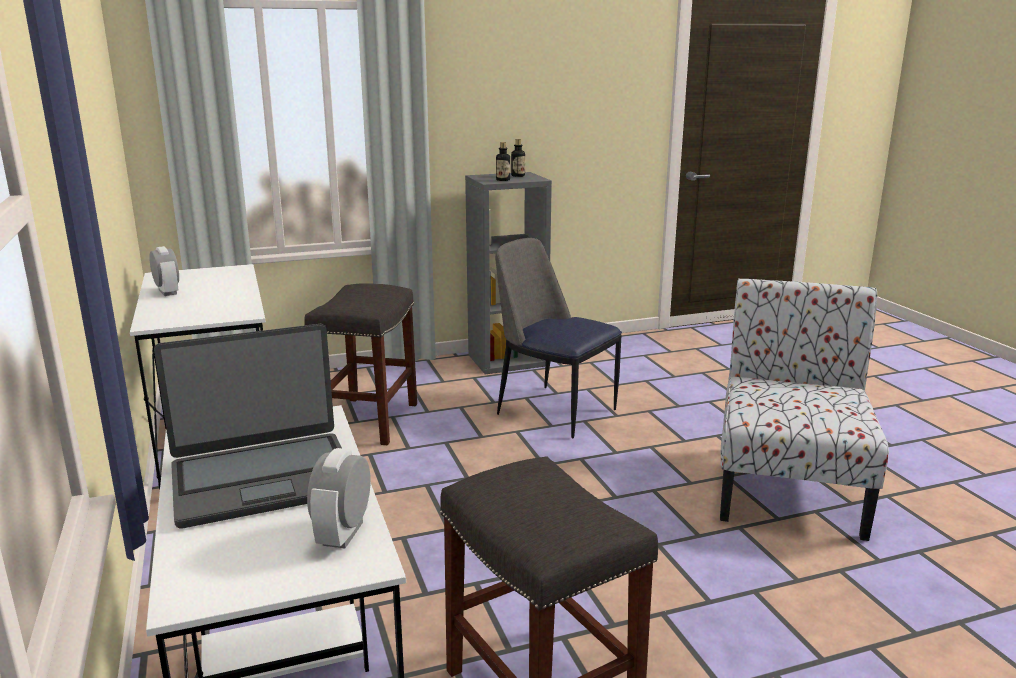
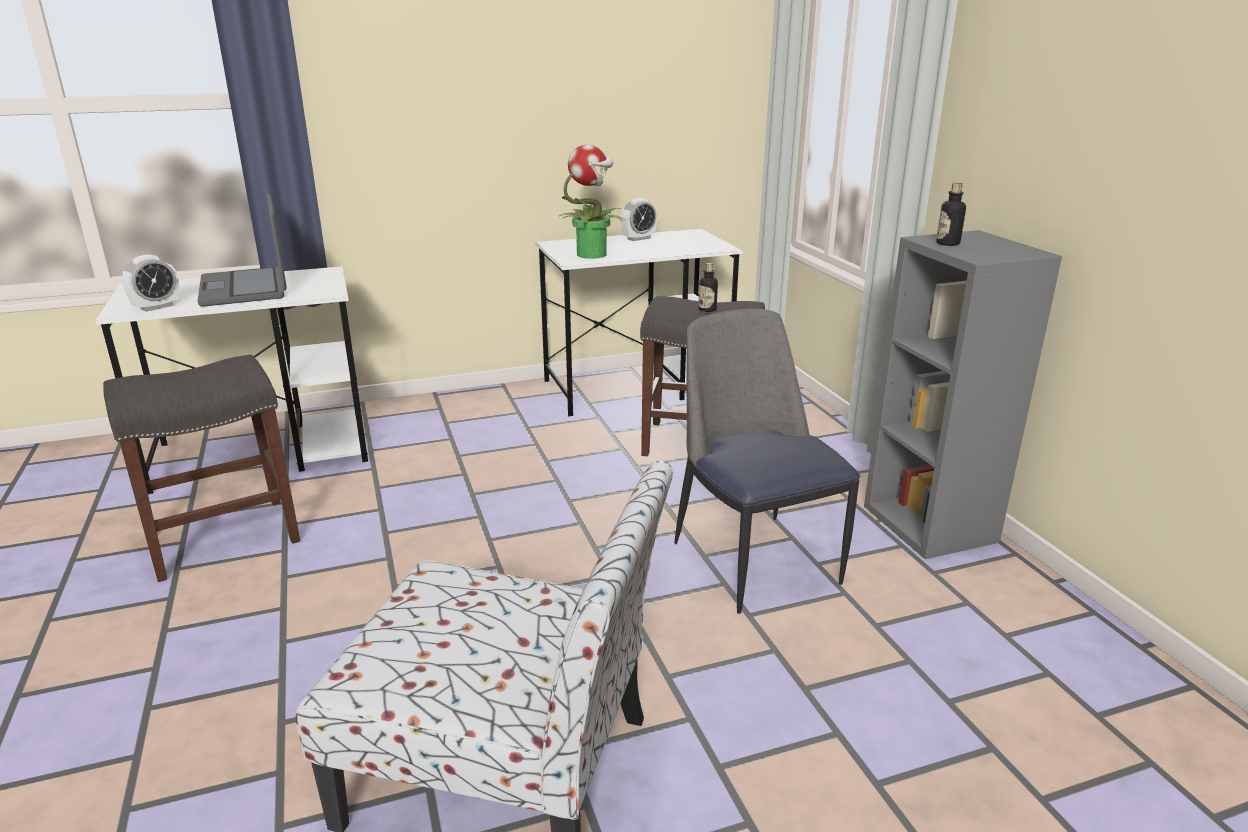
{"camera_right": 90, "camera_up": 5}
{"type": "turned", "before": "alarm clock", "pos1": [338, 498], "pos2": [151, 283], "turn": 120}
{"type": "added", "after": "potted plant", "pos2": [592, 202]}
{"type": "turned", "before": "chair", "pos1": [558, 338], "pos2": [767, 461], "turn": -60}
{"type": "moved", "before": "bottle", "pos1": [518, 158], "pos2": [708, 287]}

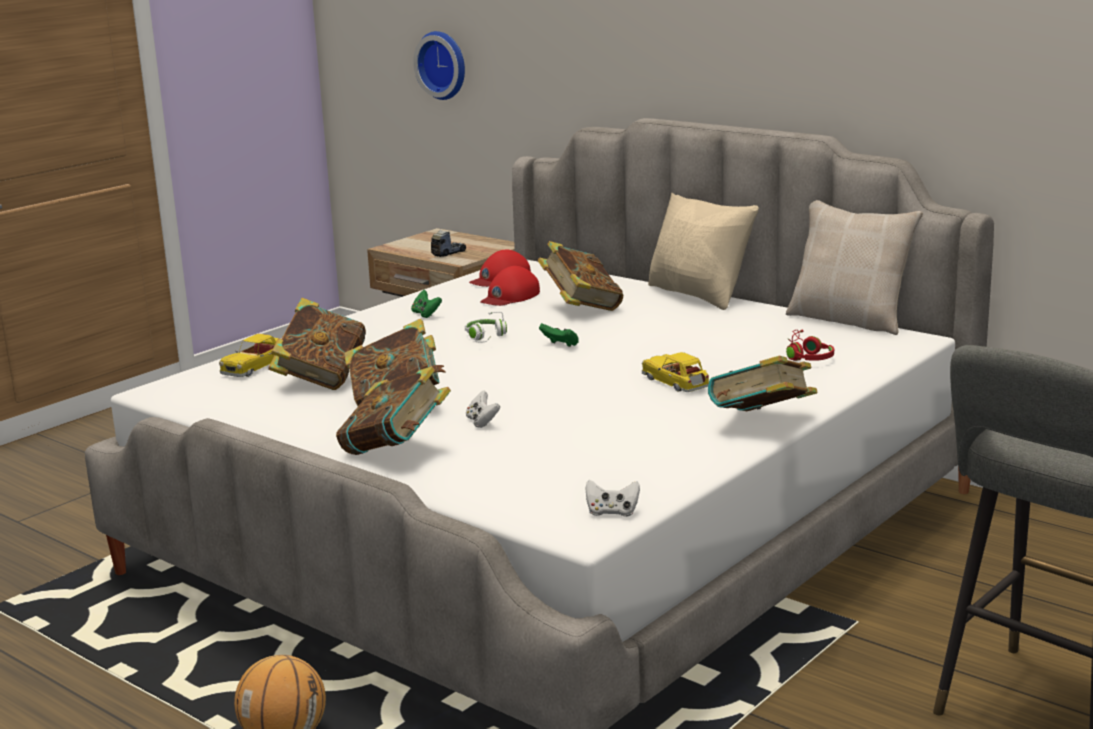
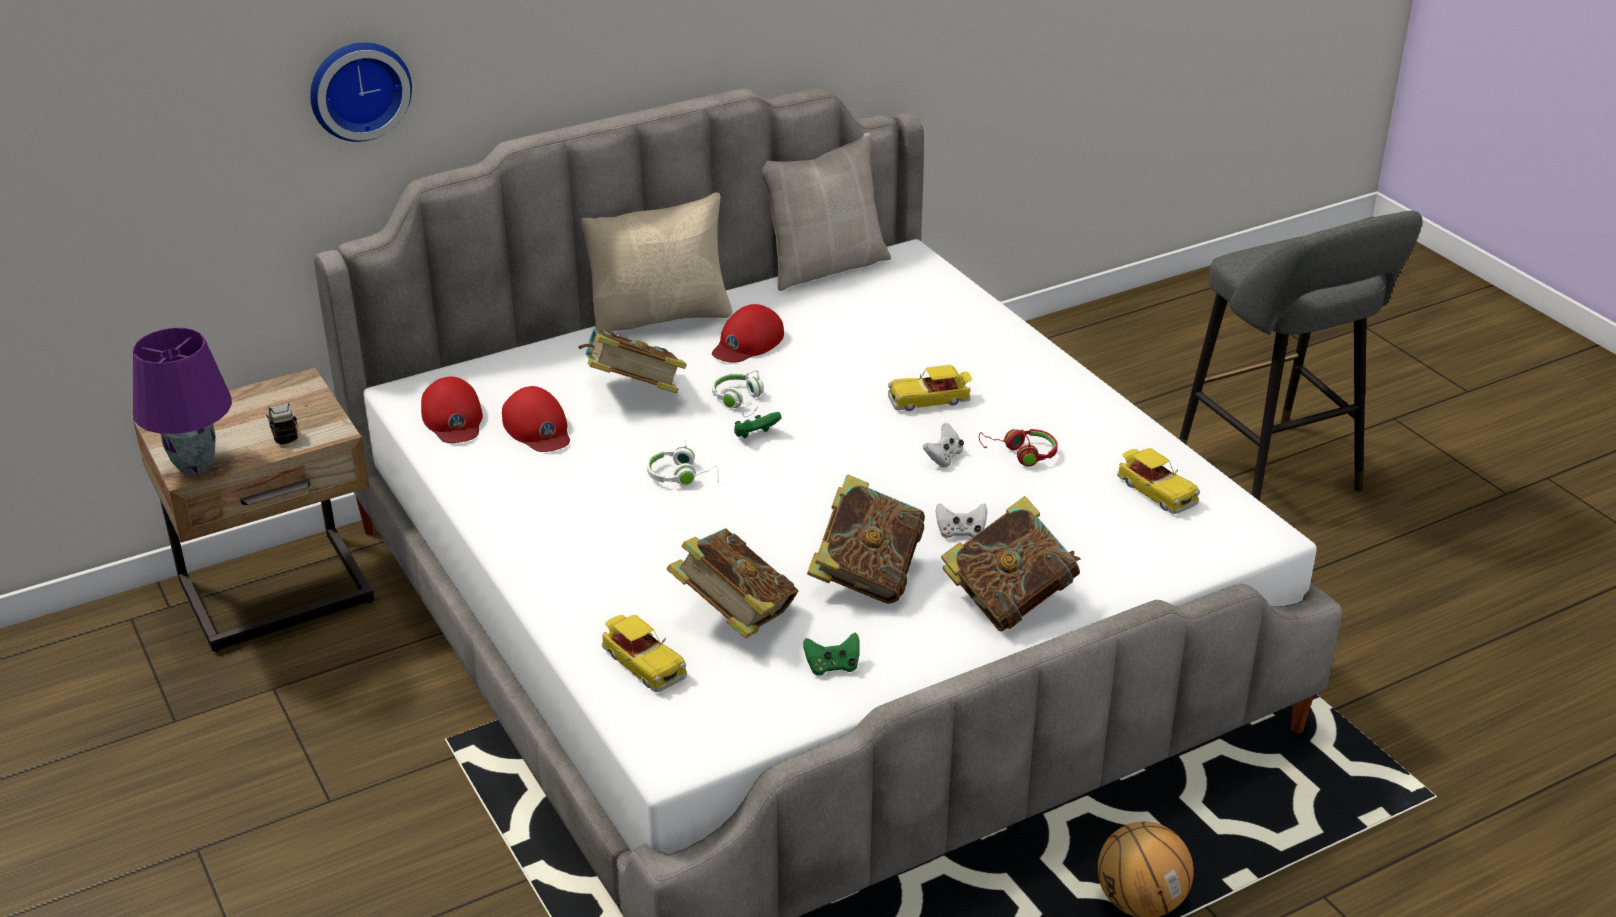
{"camera_right": -70, "camera_up": 15}
{"type": "added", "after": "table lamp (purple)", "pos2": [182, 401]}
{"type": "moved", "before": "wall clock", "pos1": [439, 65], "pos2": [361, 92]}
{"type": "added", "after": "cap (red)", "pos2": [748, 333]}
{"type": "added", "after": "headphones (white)", "pos2": [738, 393]}
{"type": "moved", "before": "game controller (green)", "pos1": [426, 304], "pos2": [831, 654]}
{"type": "moved", "before": "game controller (white)", "pos1": [613, 498], "pos2": [943, 445]}
{"type": "moved", "before": "headphones (red)", "pos1": [810, 345], "pos2": [1018, 448]}
{"type": "added", "after": "toy car", "pos2": [1158, 481]}
{"type": "removed", "before": "book", "pos1": [763, 383]}

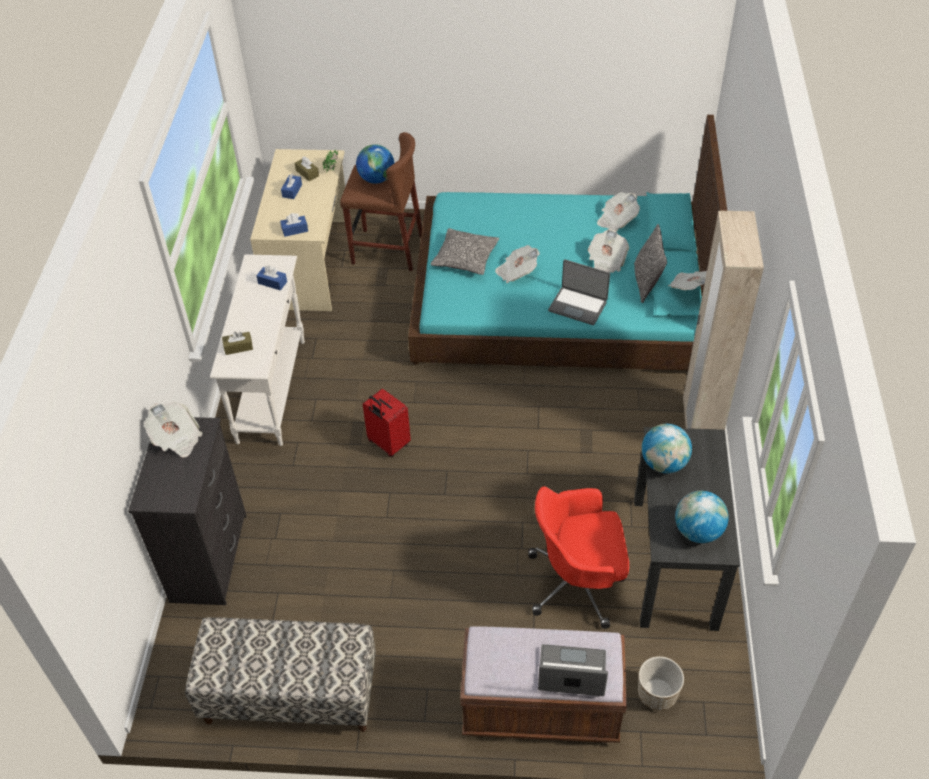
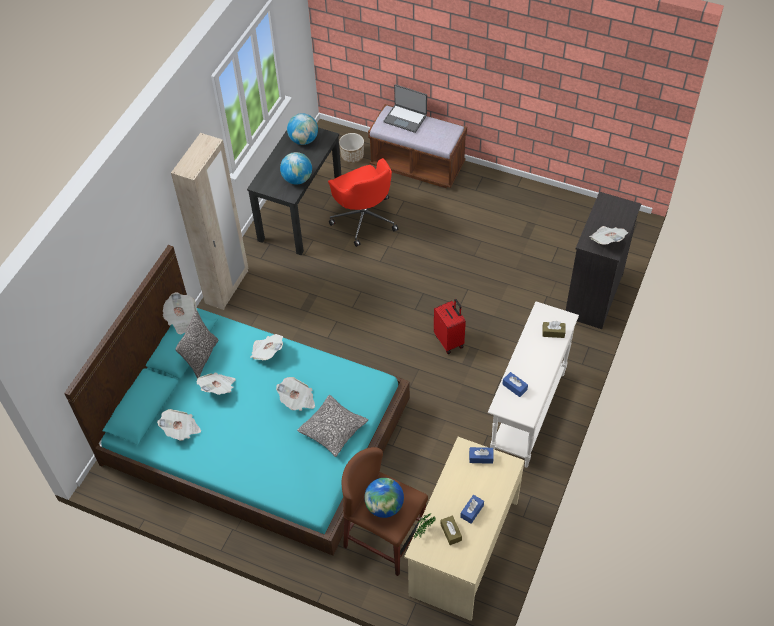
{"camera_right": -160, "camera_up": 5}
{"type": "replaced", "before": "laptop", "after": "newspaper", "pos1": [579, 292], "pos2": [266, 347]}
{"type": "turned", "before": "office chair (red)", "pos1": [578, 557], "pos2": [363, 202], "turn": 45}
{"type": "removed", "before": "bench", "pos1": [280, 674]}

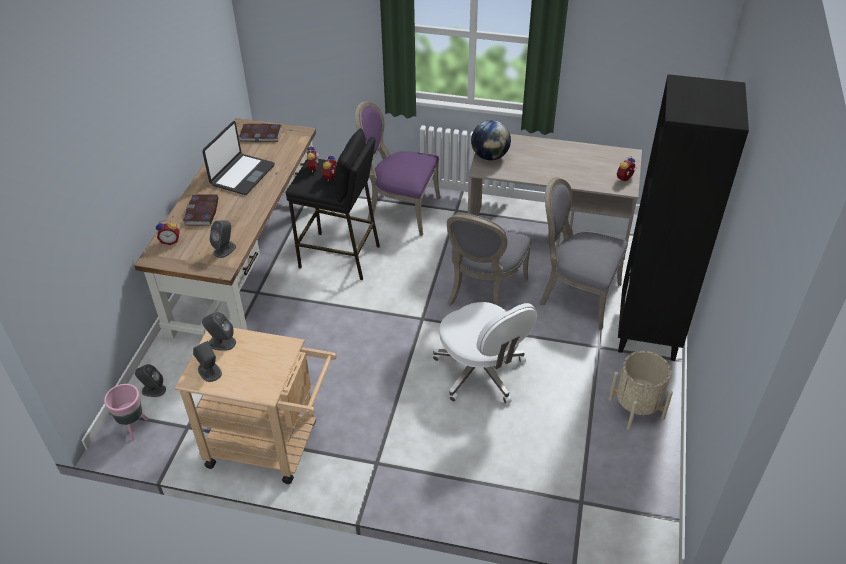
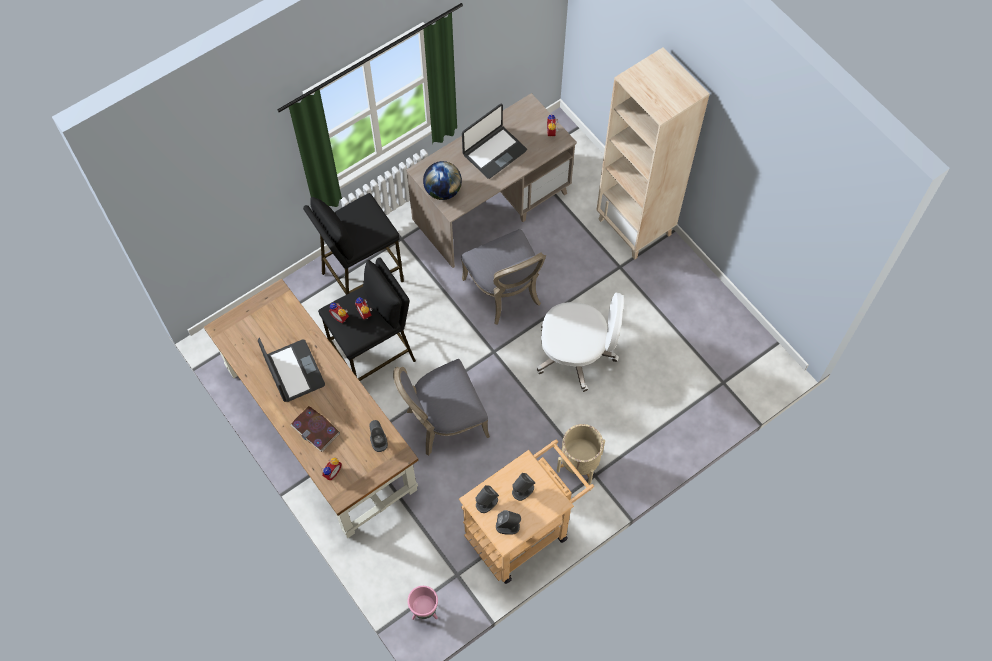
{"camera_right": -50, "camera_up": 20}
{"type": "replaced", "before": "chair (purple)", "after": "stool (black)", "pos1": [397, 168], "pos2": [353, 244]}
{"type": "moved", "before": "chair (grey)", "pos1": [584, 253], "pos2": [441, 407]}
{"type": "added", "after": "laptop", "pos2": [494, 141]}
{"type": "moved", "before": "speaker (grey)", "pos1": [150, 380], "pos2": [523, 487]}
{"type": "moved", "before": "planter (beige)", "pos1": [641, 390], "pos2": [581, 454]}
{"type": "recoloured", "before": "bookcase (black)", "after": "bookcase (beige)", "pos1": [683, 217], "pos2": [653, 153]}
{"type": "removed", "before": "book", "pos1": [260, 133]}

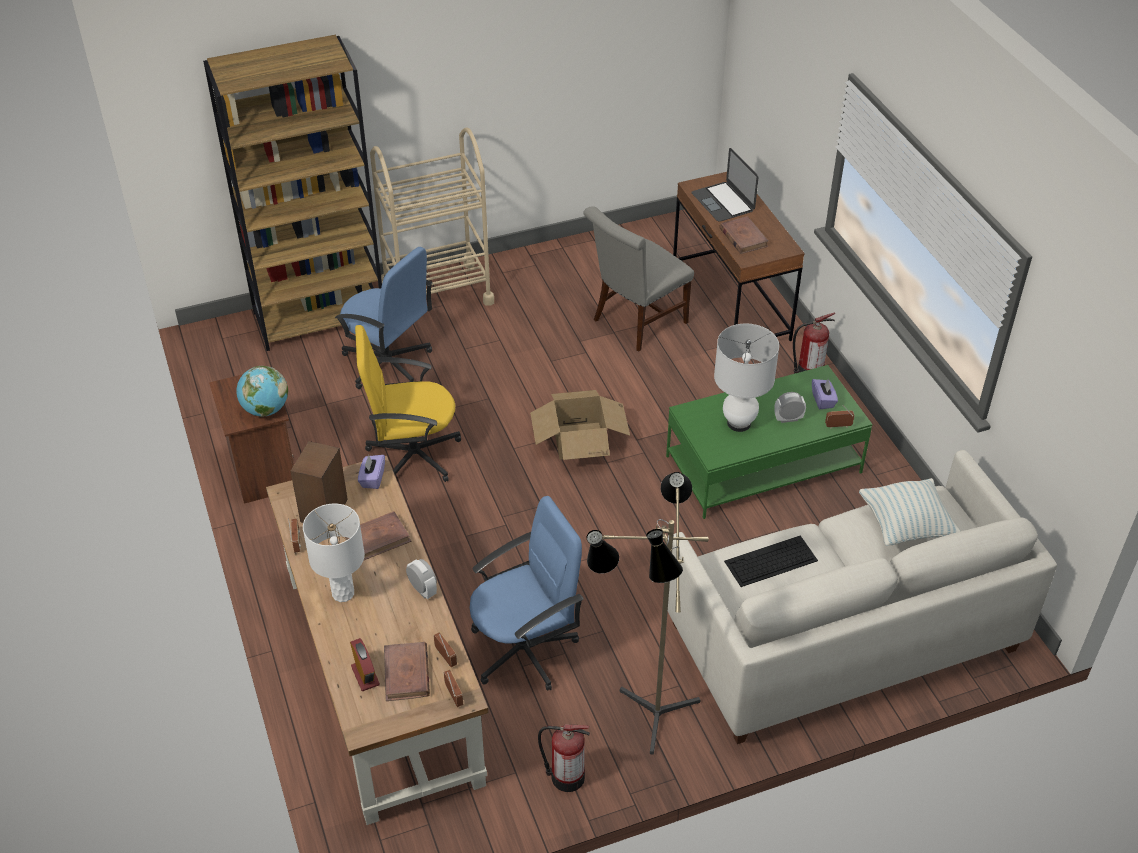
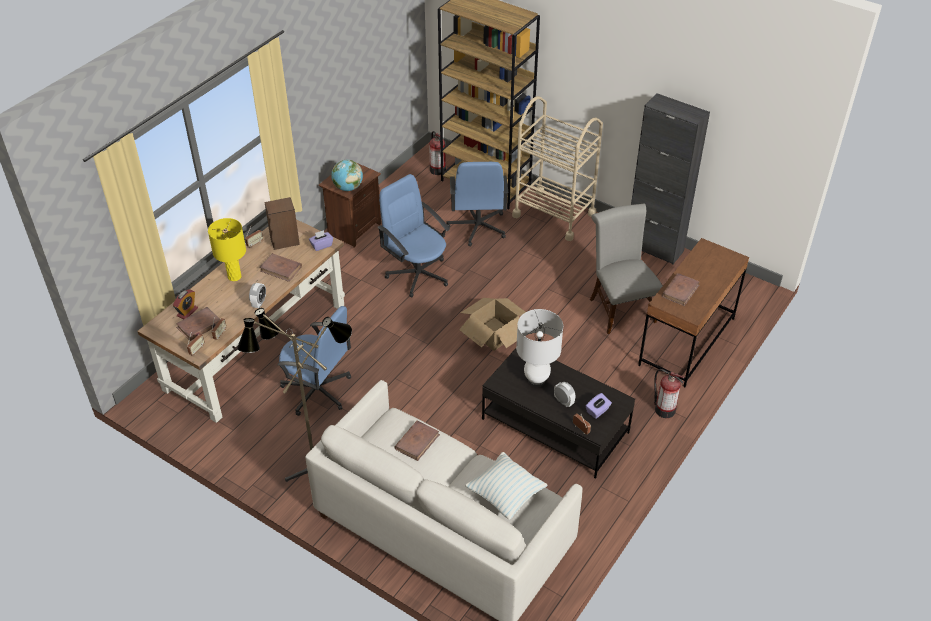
{"camera_right": 55, "camera_up": 0}
{"type": "recoloured", "before": "table lamp (white)", "after": "table lamp (yellow)", "pos1": [334, 553], "pos2": [227, 249]}
{"type": "recoloured", "before": "office chair (yellow)", "after": "office chair (blue)", "pos1": [408, 403], "pos2": [414, 236]}
{"type": "replaced", "before": "keyboard", "after": "book (brown)", "pos1": [771, 561], "pos2": [417, 440]}
{"type": "moved", "before": "fire extinguisher", "pos1": [564, 758], "pos2": [437, 153]}
{"type": "recoloured", "before": "coffee table (green)", "after": "coffee table (black)", "pos1": [769, 442], "pos2": [558, 413]}
{"type": "turned", "before": "chair (grey)", "pos1": [638, 279], "pos2": [626, 269], "turn": 60}
{"type": "added", "after": "cabinet (black)", "pos2": [670, 179]}
{"type": "removed", "before": "laptop", "pos1": [724, 185]}

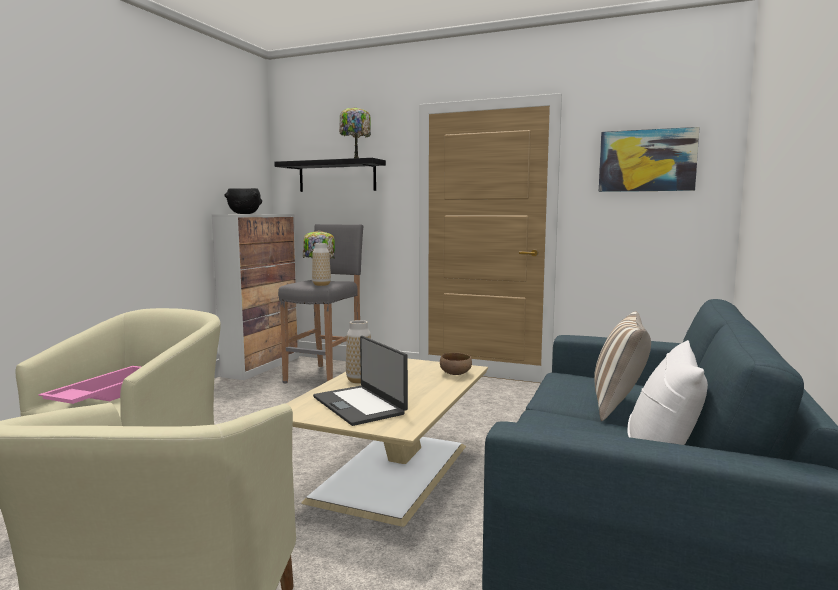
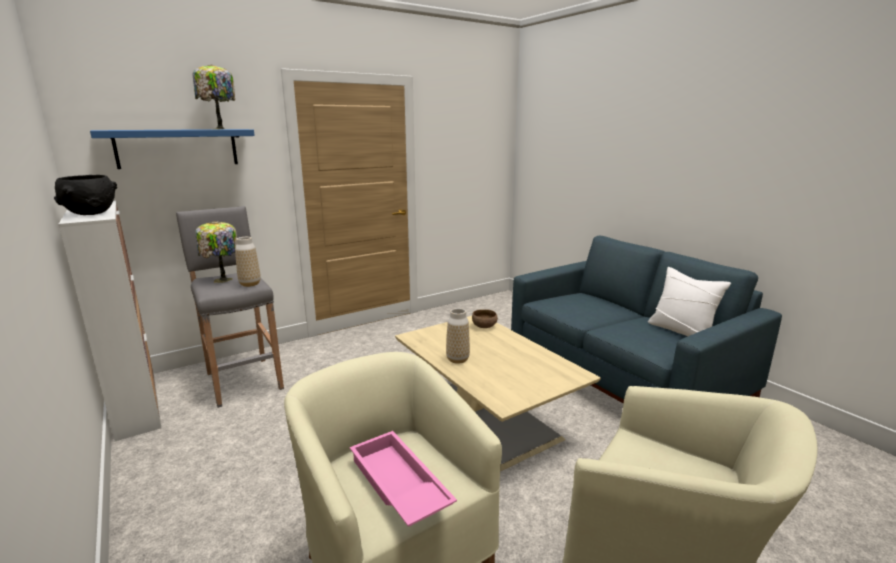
{"camera_right": -55, "camera_up": 10}
{"type": "recoloured", "before": "shelf (black)", "after": "shelf (blue)", "pos1": [330, 175], "pos2": [172, 149]}
{"type": "removed", "before": "laptop", "pos1": [360, 381]}
{"type": "removed", "before": "pillow", "pos1": [622, 366]}
{"type": "removed", "before": "picture", "pos1": [649, 159]}

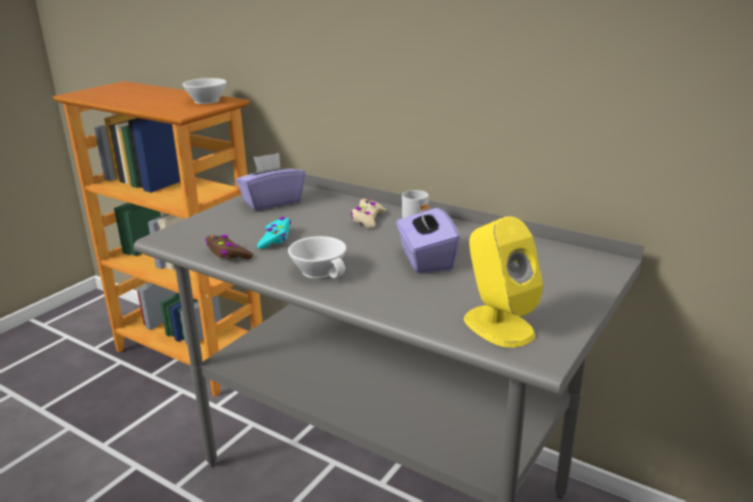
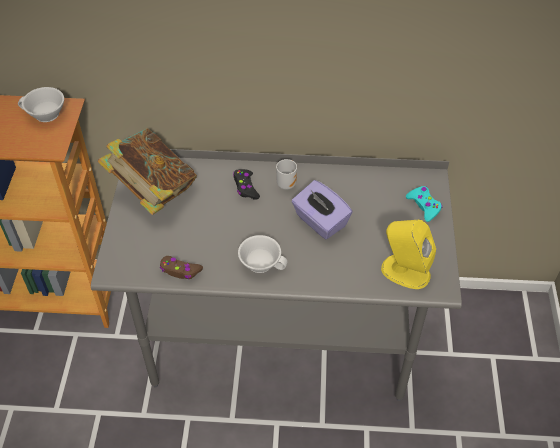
{"camera_right": -30, "camera_up": 25}
{"type": "replaced", "before": "tissue box (purple)", "after": "book", "pos1": [270, 181], "pos2": [147, 171]}
{"type": "recoloured", "before": "game controller (beige)", "after": "game controller (black)", "pos1": [368, 214], "pos2": [246, 184]}
{"type": "moved", "before": "game controller (turquoise)", "pos1": [274, 233], "pos2": [424, 204]}

